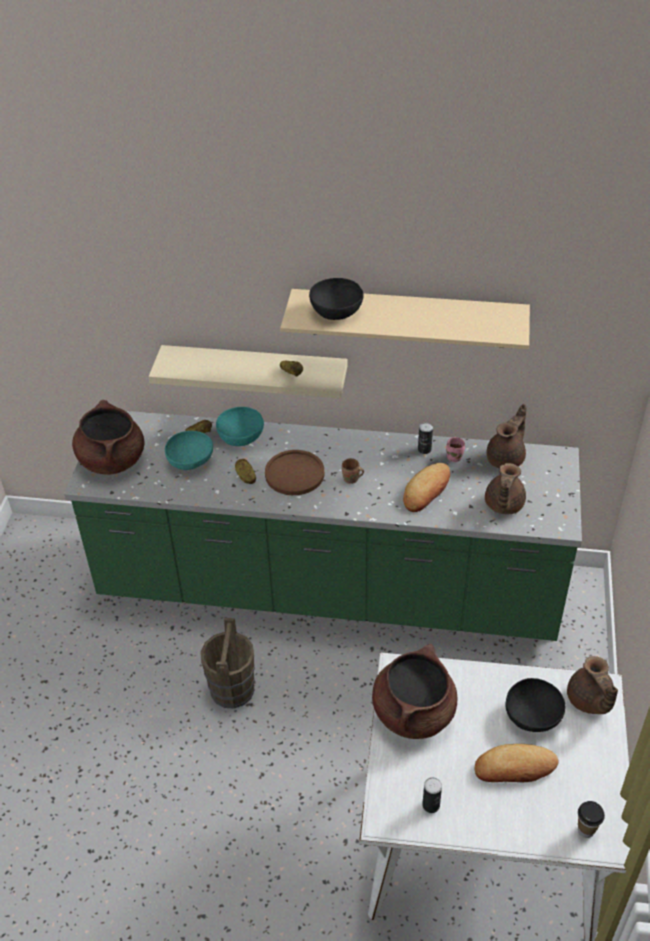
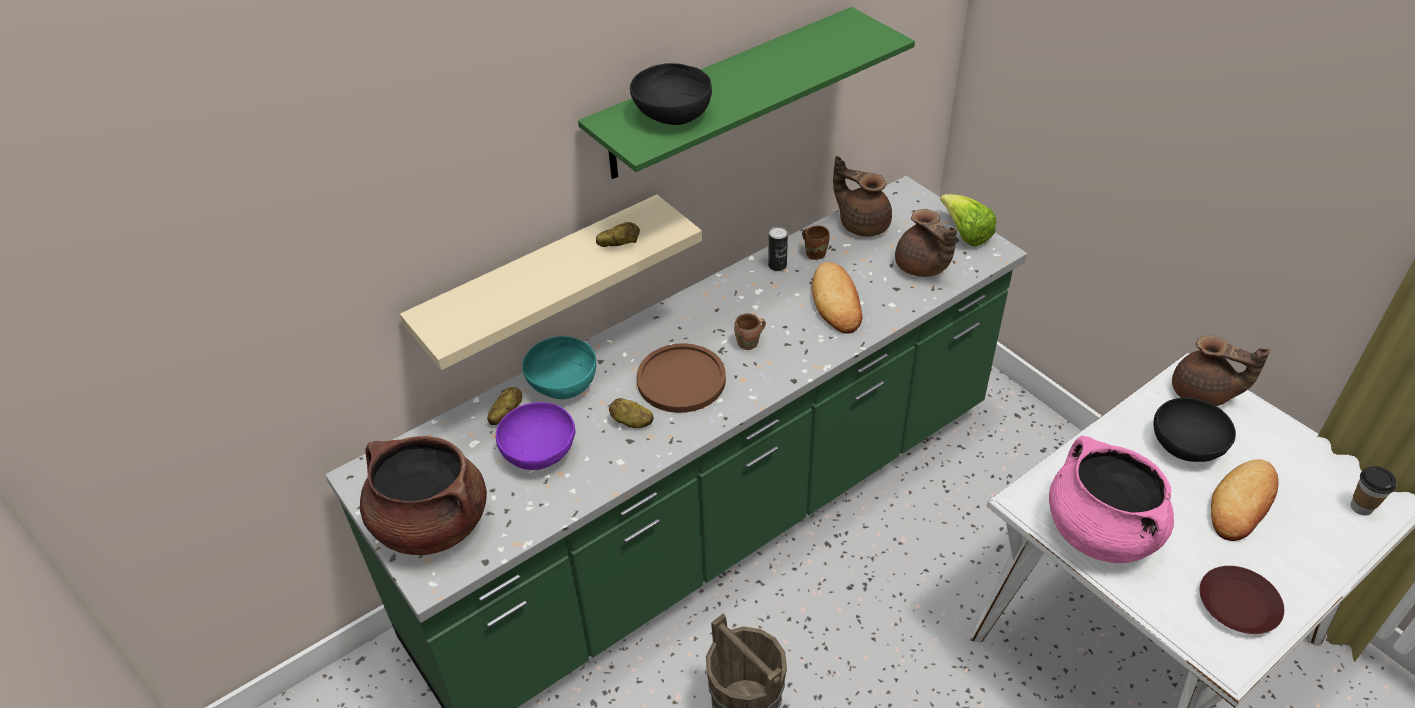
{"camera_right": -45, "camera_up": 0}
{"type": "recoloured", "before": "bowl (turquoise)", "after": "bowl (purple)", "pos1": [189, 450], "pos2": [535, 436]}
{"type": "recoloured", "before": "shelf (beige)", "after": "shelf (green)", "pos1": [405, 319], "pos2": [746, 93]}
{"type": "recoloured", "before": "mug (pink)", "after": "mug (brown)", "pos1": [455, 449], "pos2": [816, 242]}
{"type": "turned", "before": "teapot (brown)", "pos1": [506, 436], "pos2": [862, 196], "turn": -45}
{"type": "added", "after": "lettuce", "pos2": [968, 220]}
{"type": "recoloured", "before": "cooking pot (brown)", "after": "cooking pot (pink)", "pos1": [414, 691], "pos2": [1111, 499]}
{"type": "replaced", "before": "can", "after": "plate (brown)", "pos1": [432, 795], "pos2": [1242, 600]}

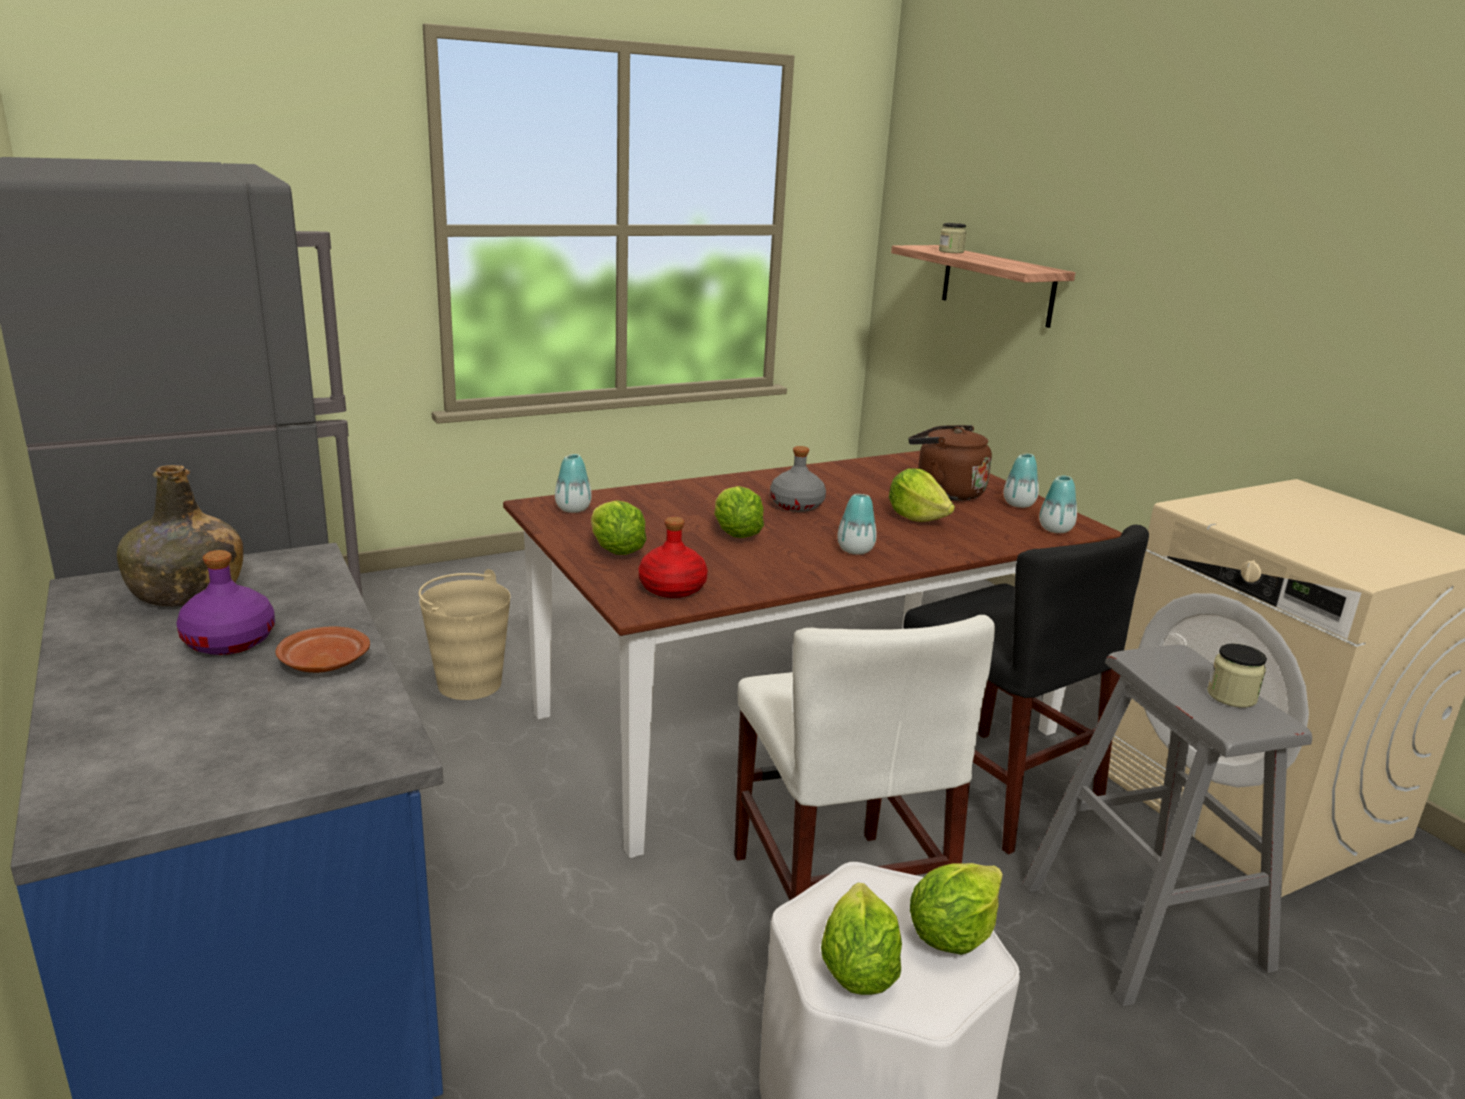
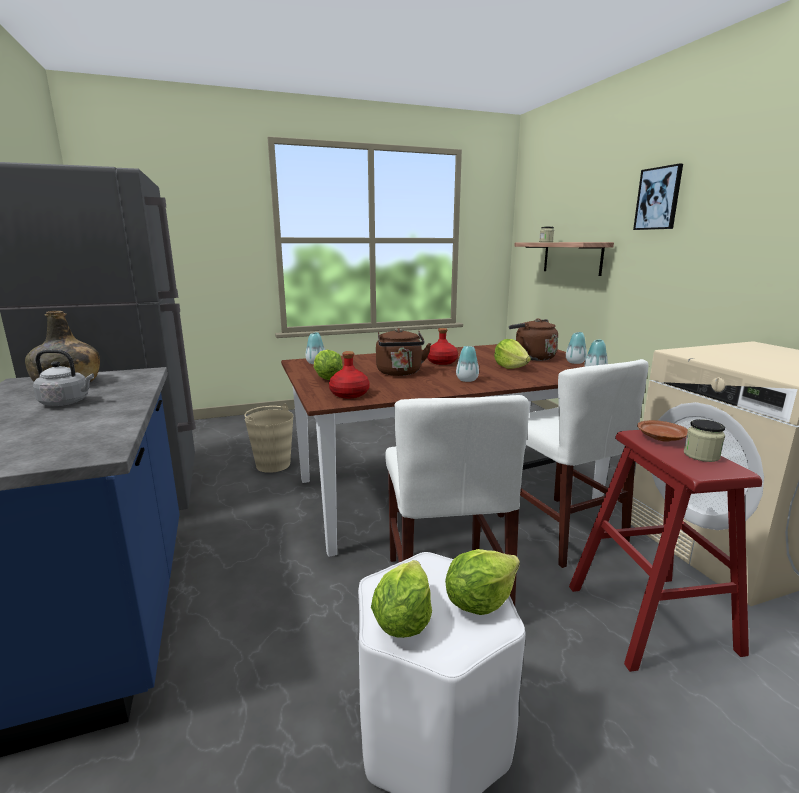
{"camera_right": 10, "camera_up": -5}
{"type": "replaced", "before": "bottle (purple)", "after": "kettle (grey)", "pos1": [225, 602], "pos2": [63, 378]}
{"type": "replaced", "before": "lettuce", "after": "kettle (brown)", "pos1": [739, 512], "pos2": [403, 352]}
{"type": "recoloured", "before": "bottle (grey)", "after": "bottle (red)", "pos1": [798, 479], "pos2": [442, 346]}
{"type": "recoloured", "before": "chair (black)", "after": "chair (white)", "pos1": [1026, 690], "pos2": [573, 463]}
{"type": "recoloured", "before": "stool (grey)", "after": "stool (red)", "pos1": [1167, 826], "pos2": [665, 551]}
{"type": "added", "after": "picture", "pos2": [658, 196]}
{"type": "moved", "before": "plate (brown)", "pos1": [323, 650], "pos2": [662, 431]}

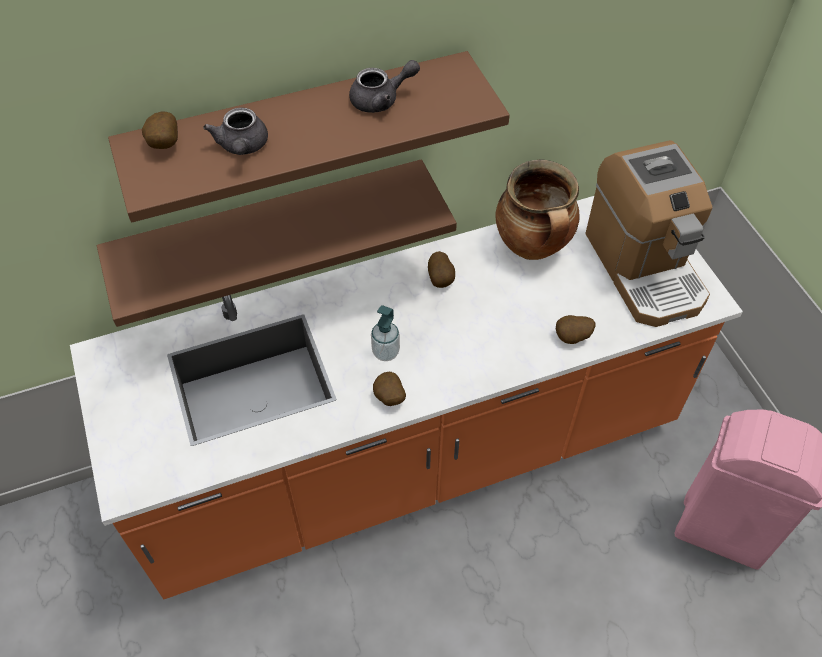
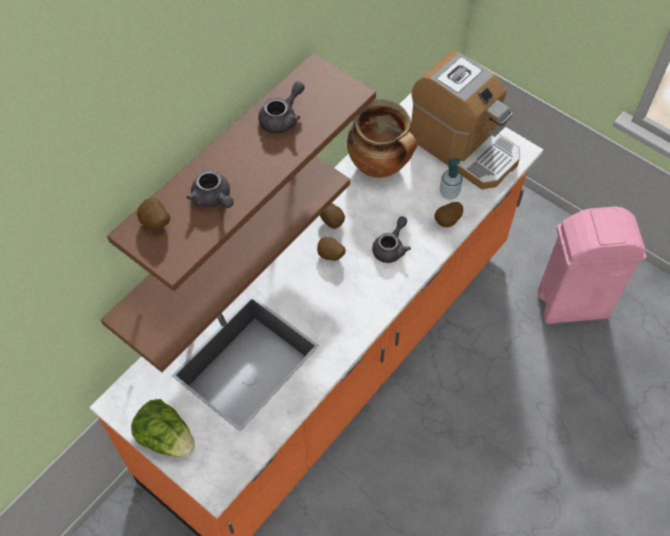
{"camera_right": -30, "camera_up": 5}
{"type": "added", "after": "lettuce", "pos2": [163, 428]}
{"type": "moved", "before": "potato", "pos1": [389, 389], "pos2": [331, 249]}
{"type": "added", "after": "teapot (grey)", "pos2": [391, 239]}
{"type": "moved", "before": "soap dispenser", "pos1": [385, 333], "pos2": [451, 179]}

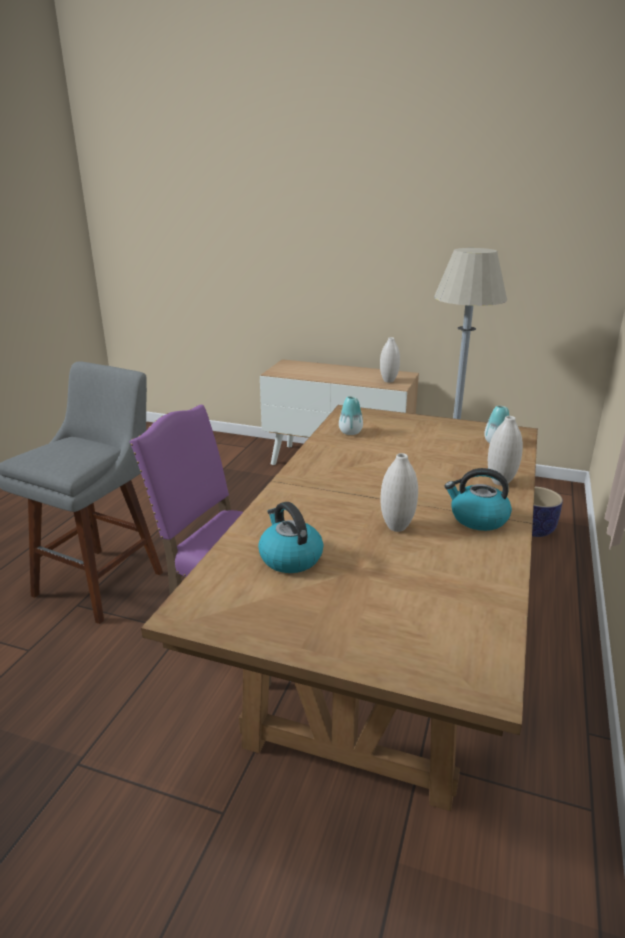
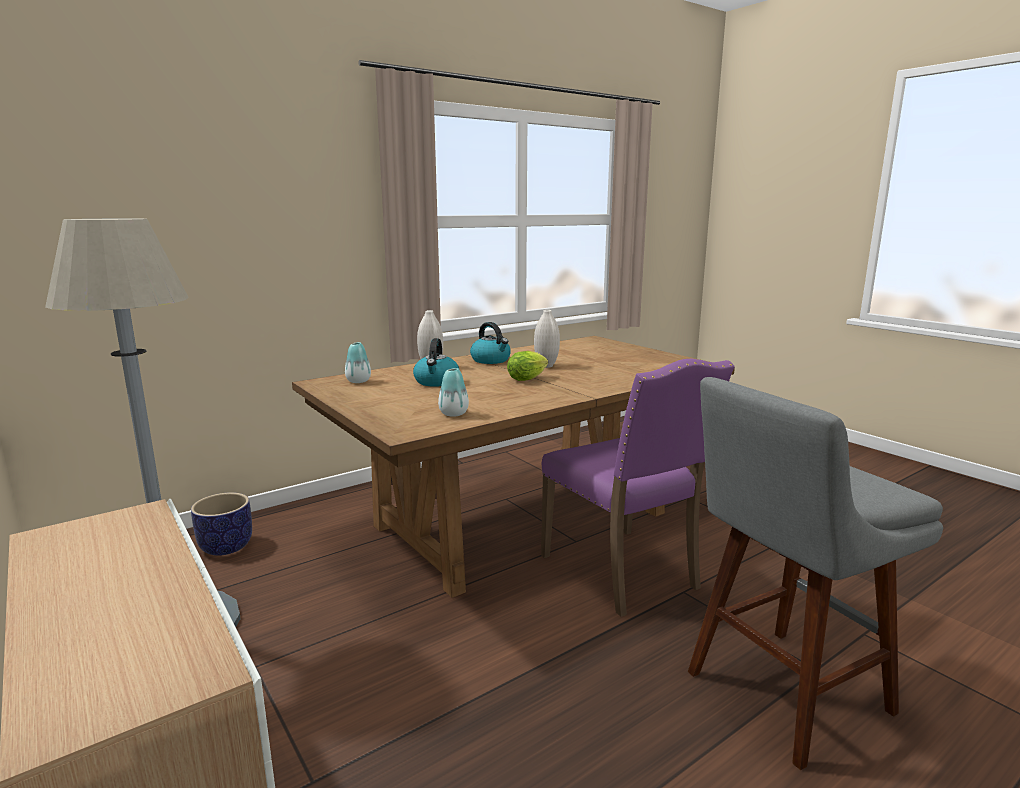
{"camera_right": -145, "camera_up": -10}
{"type": "moved", "before": "kettle", "pos1": [291, 537], "pos2": [436, 362]}
{"type": "added", "after": "lettuce", "pos2": [527, 366]}
{"type": "removed", "before": "vase (white)", "pos1": [390, 360]}

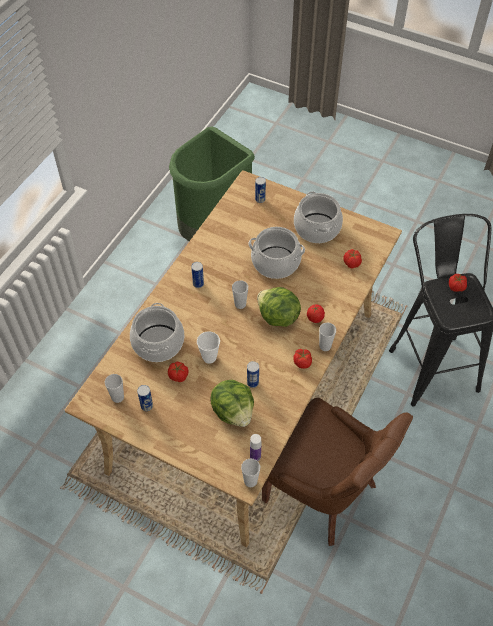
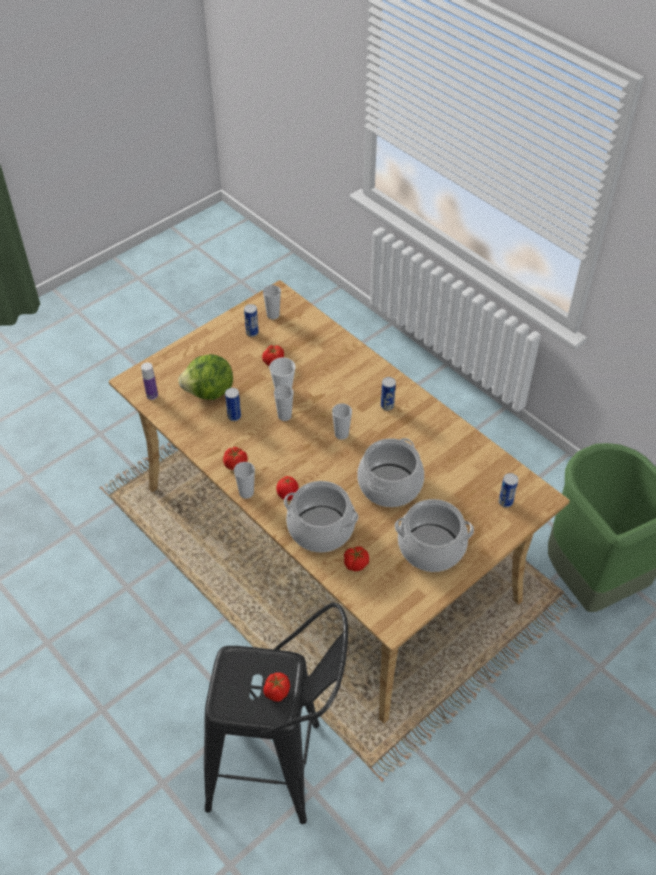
{"camera_right": 110, "camera_up": -5}
{"type": "moved", "before": "cup", "pos1": [250, 473], "pos2": [284, 403]}
{"type": "moved", "before": "cooking pot", "pos1": [157, 332], "pos2": [321, 516]}
{"type": "removed", "before": "lettuce", "pos1": [279, 307]}
{"type": "removed", "before": "chair (brown)", "pos1": [337, 472]}

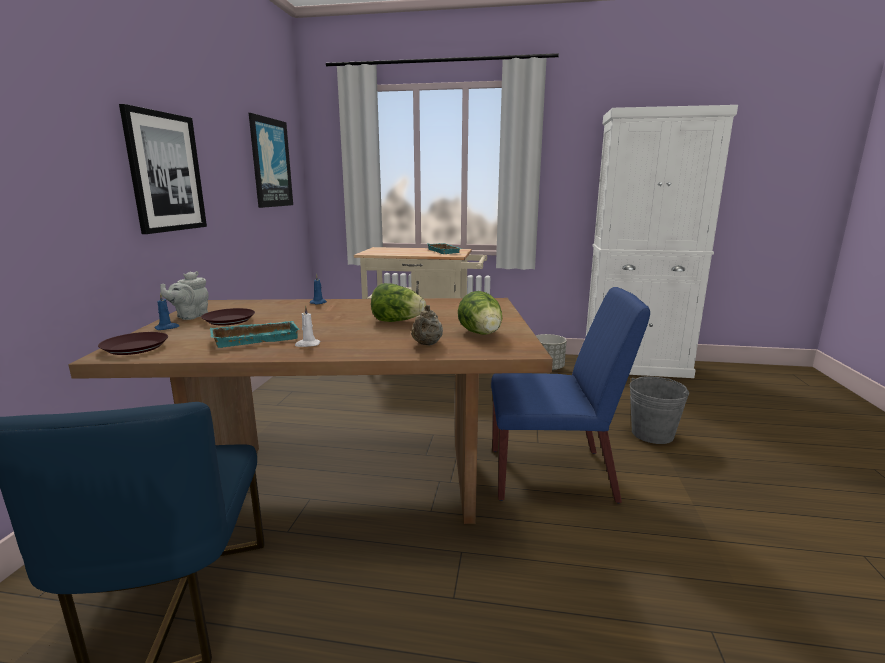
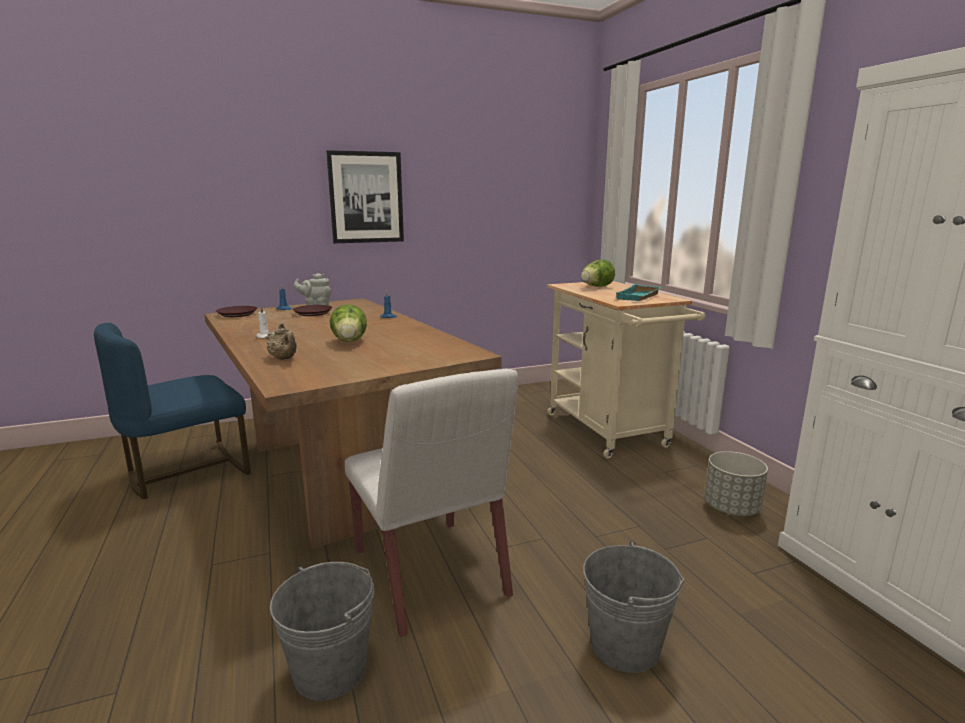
{"camera_right": 60, "camera_up": 0}
{"type": "turned", "before": "teapot (beige)", "pos1": [427, 325], "pos2": [282, 341], "turn": -120}
{"type": "added", "after": "bucket (grey)", "pos2": [322, 631]}
{"type": "recoloured", "before": "chair (blue)", "after": "chair (white)", "pos1": [570, 395], "pos2": [431, 503]}
{"type": "moved", "before": "lettuce", "pos1": [480, 313], "pos2": [598, 273]}
{"type": "removed", "before": "tray (turquoise)", "pos1": [255, 334]}
{"type": "removed", "before": "picture", "pos1": [271, 160]}

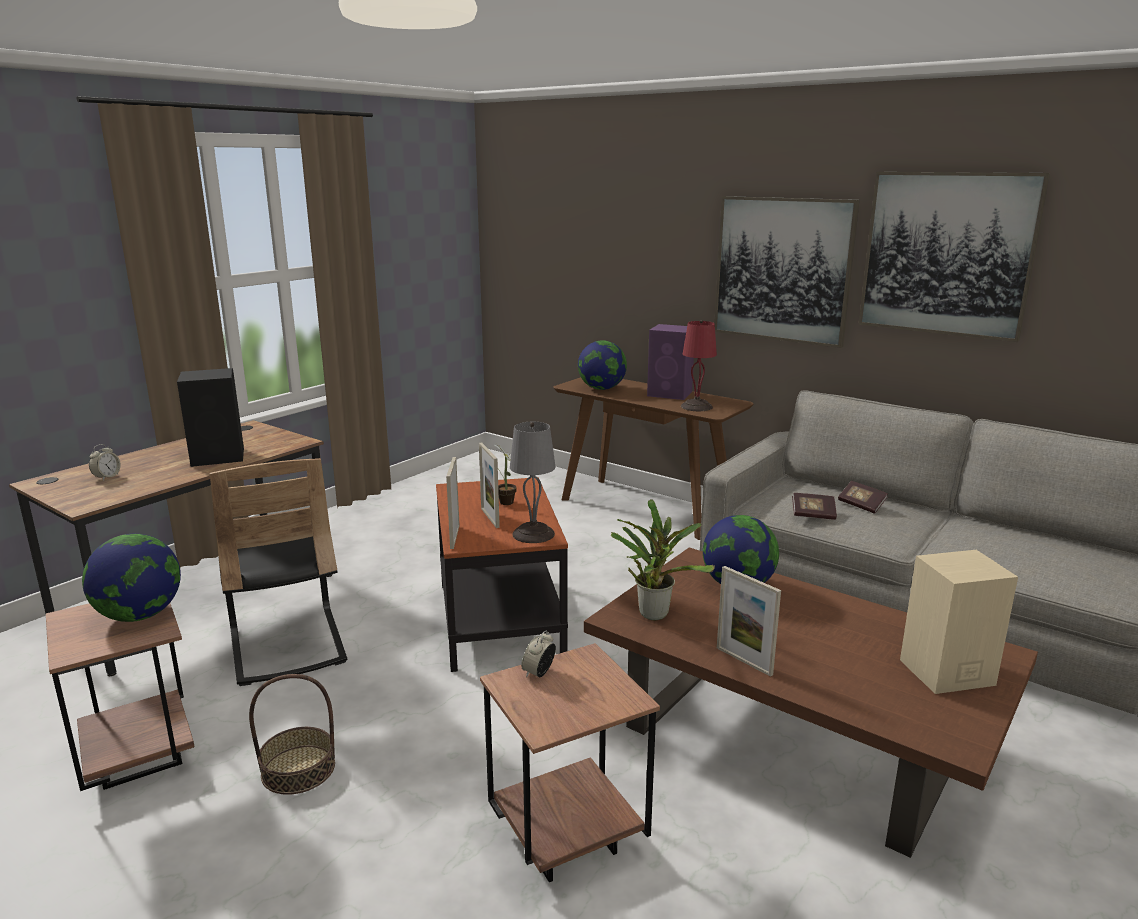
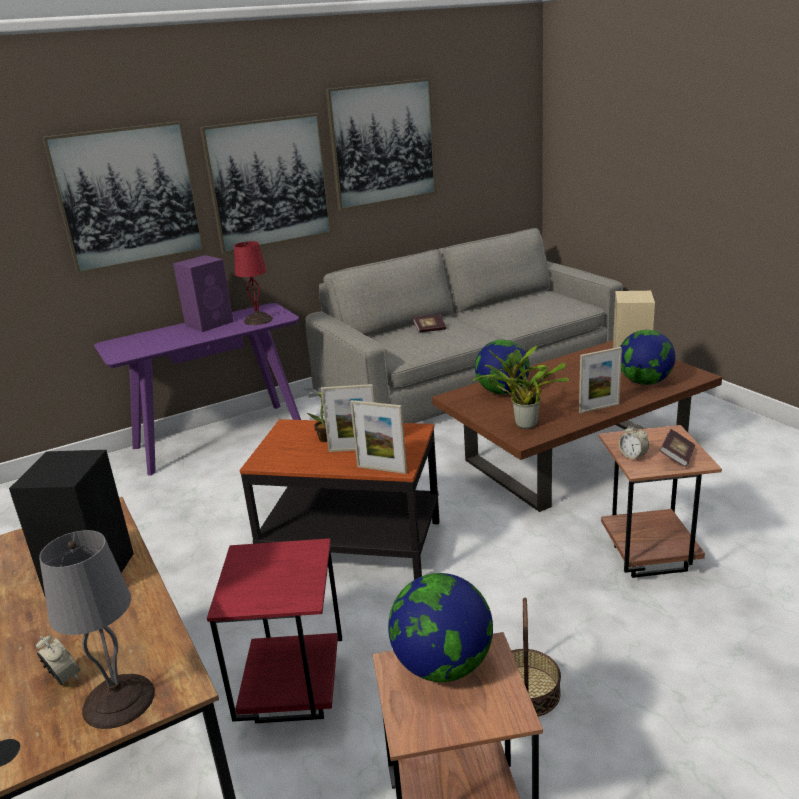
{"camera_right": -65, "camera_up": 5}
{"type": "moved", "before": "table lamp (grey)", "pos1": [533, 482], "pos2": [97, 629]}
{"type": "added", "after": "picture", "pos2": [124, 197]}
{"type": "recoloured", "before": "console table (brown)", "after": "console table (purple)", "pos1": [654, 458], "pos2": [197, 389]}
{"type": "replaced", "before": "chair (black)", "after": "side table (red)", "pos1": [278, 572], "pos2": [274, 630]}
{"type": "moved", "before": "globe", "pos1": [602, 365], "pos2": [647, 357]}
{"type": "moved", "before": "book", "pos1": [814, 506], "pos2": [677, 448]}

